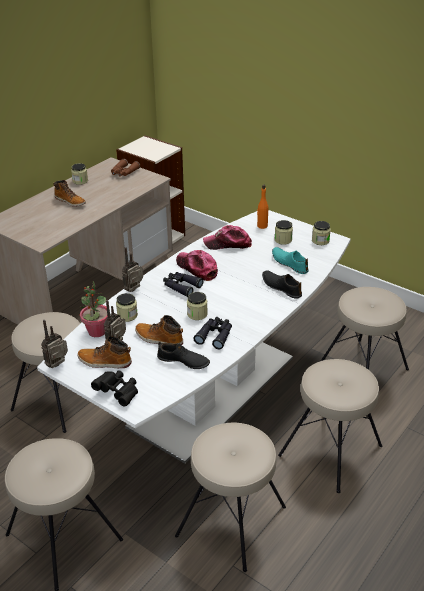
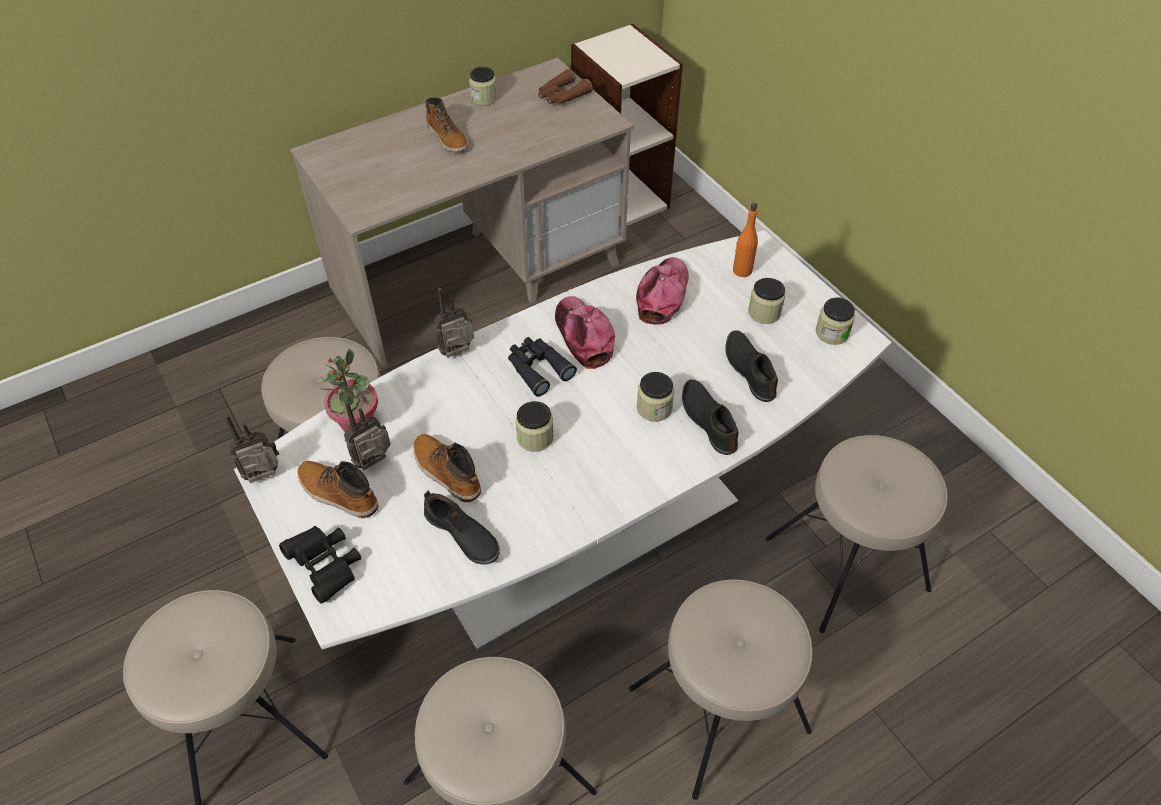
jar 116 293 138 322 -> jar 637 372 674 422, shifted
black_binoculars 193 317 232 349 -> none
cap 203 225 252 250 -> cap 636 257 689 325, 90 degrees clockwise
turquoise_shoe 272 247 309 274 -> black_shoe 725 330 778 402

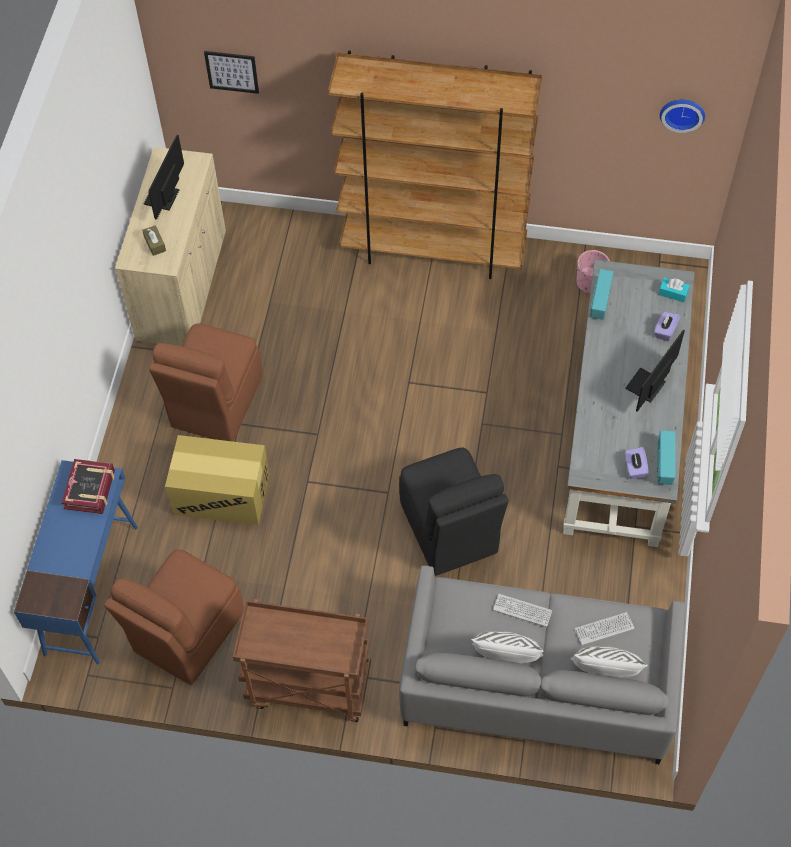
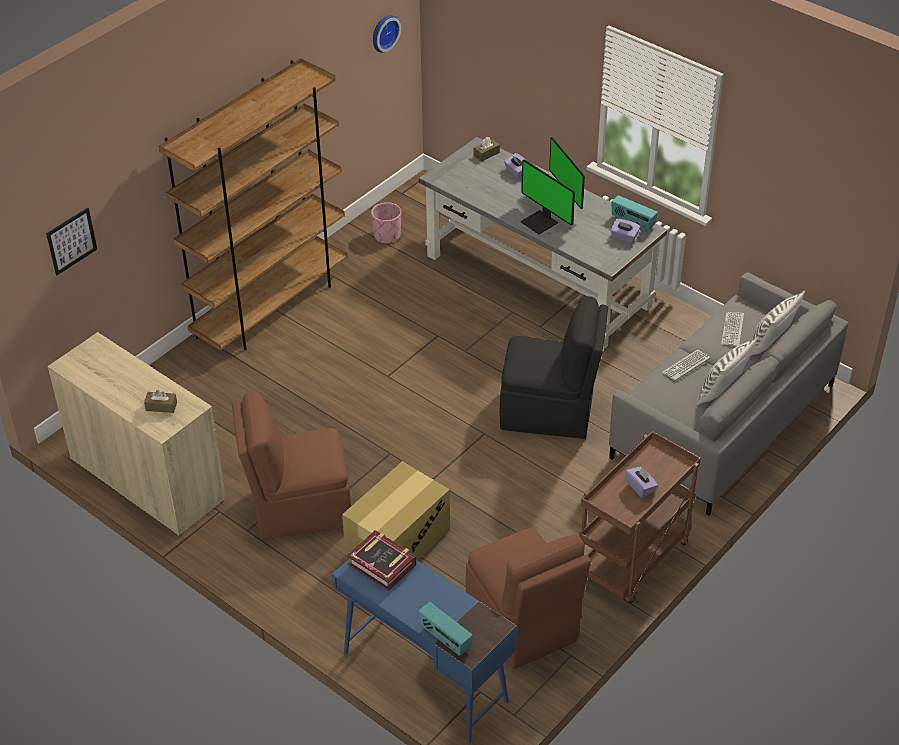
monitor 144 135 184 219 -> monitor 521 159 575 234, shifted
brown_chair 149 323 262 442 -> brown_chair 232 391 351 540, 120 degrees clockwise
radio 590 269 613 320 -> radio 418 602 473 656, shifted
turquoise_tissue_box 658 278 690 302 -> brown_tissue_box 474 137 500 162
none -> purple_tissue_box 625 466 658 498

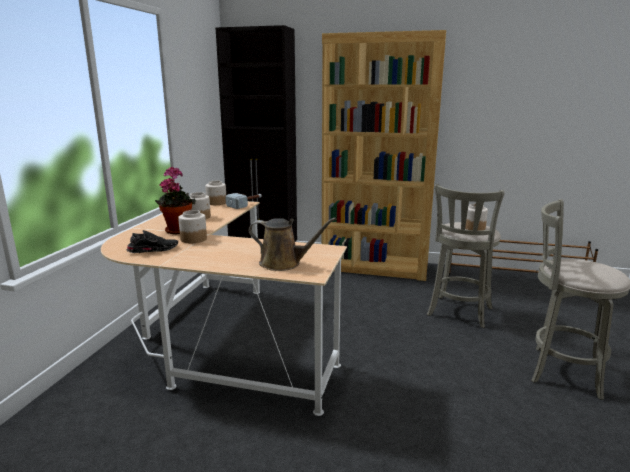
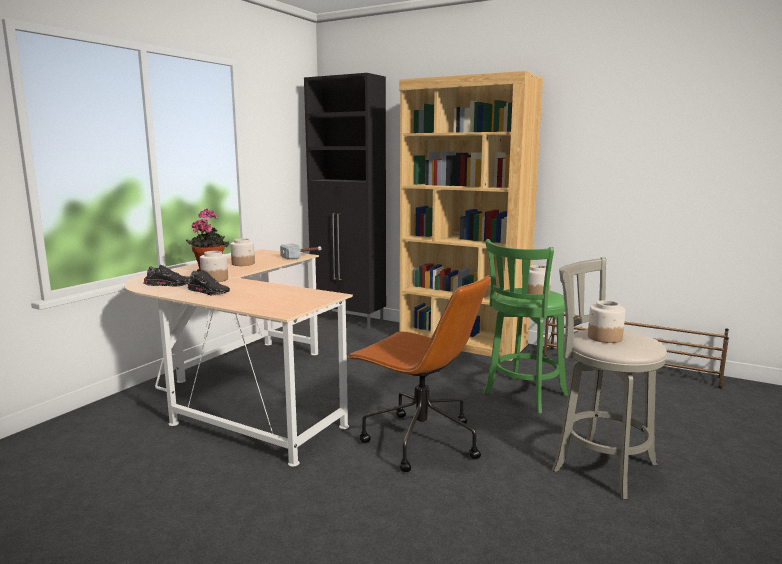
jar 205 181 226 205 -> jar 588 300 625 343, shifted
brown_watering_can 248 218 336 271 -> none
grey_stool 427 184 505 328 -> green_stool 483 239 568 413
none -> black_shoe 188 270 230 295
none -> brown_office_chair 347 275 491 472

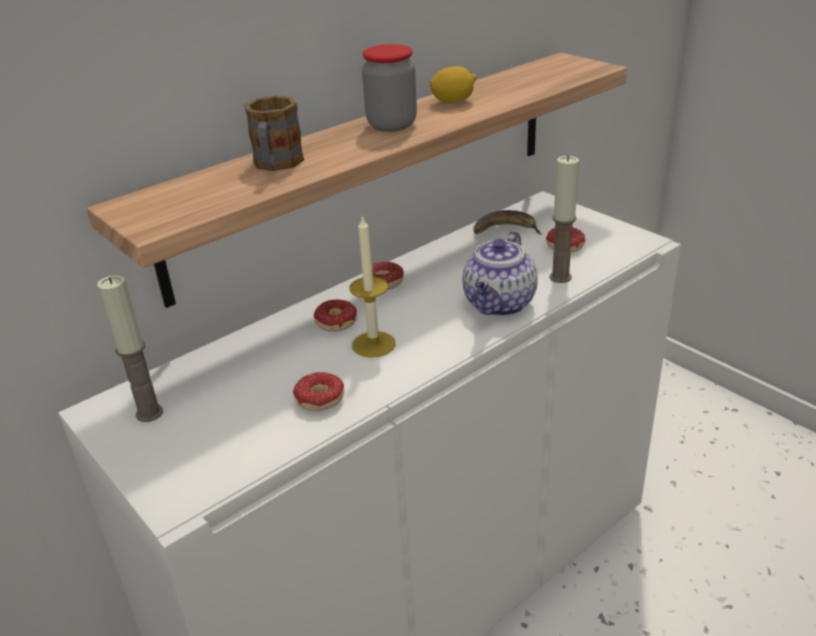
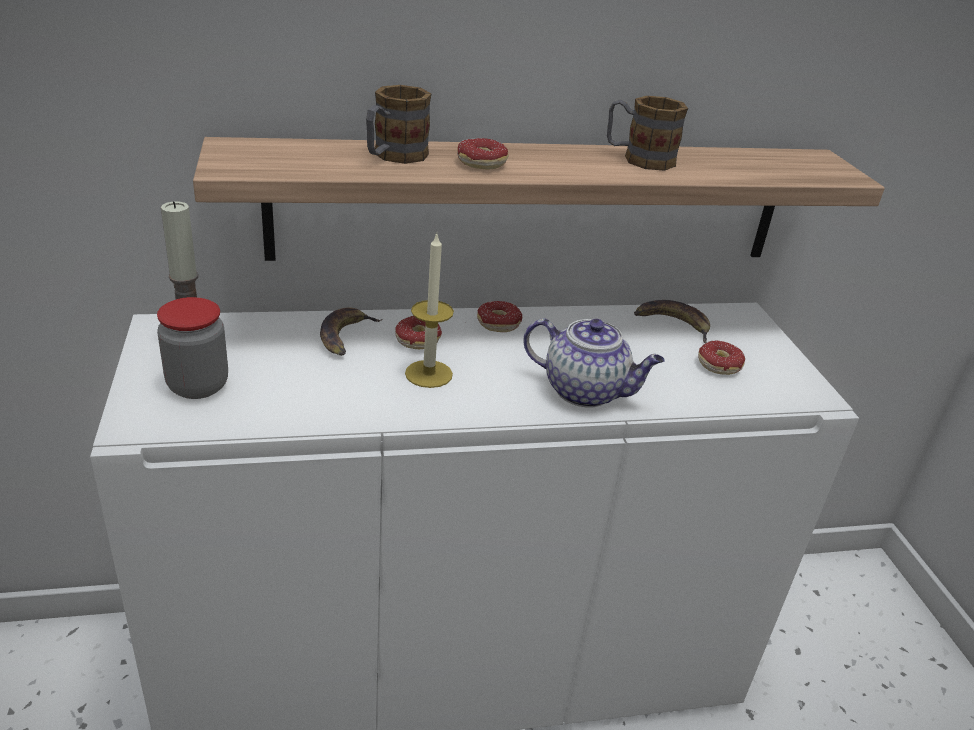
donut 293 372 344 411 -> donut 457 138 509 170, shifted
jar 362 44 417 132 -> jar 157 297 228 399, shifted
lemon 430 66 476 104 -> mug 607 96 688 171
teapot 462 231 538 316 -> teapot 523 318 665 408, 120 degrees counterclockwise
candle 550 155 579 283 -> none
none -> banana 320 307 382 356

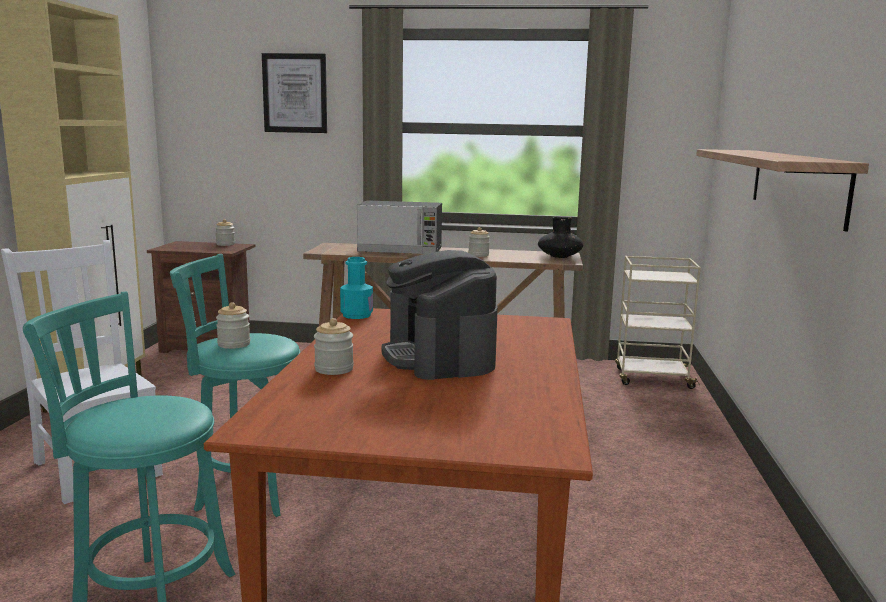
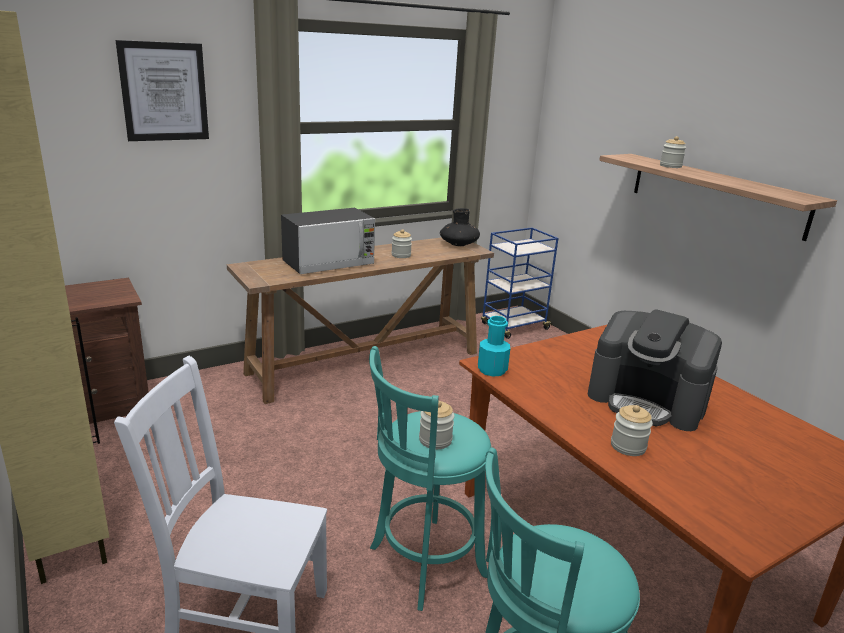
jar 215 219 235 246 -> jar 660 136 686 168, shifted
beige_cart 615 256 701 389 -> blue_cart 481 227 558 339

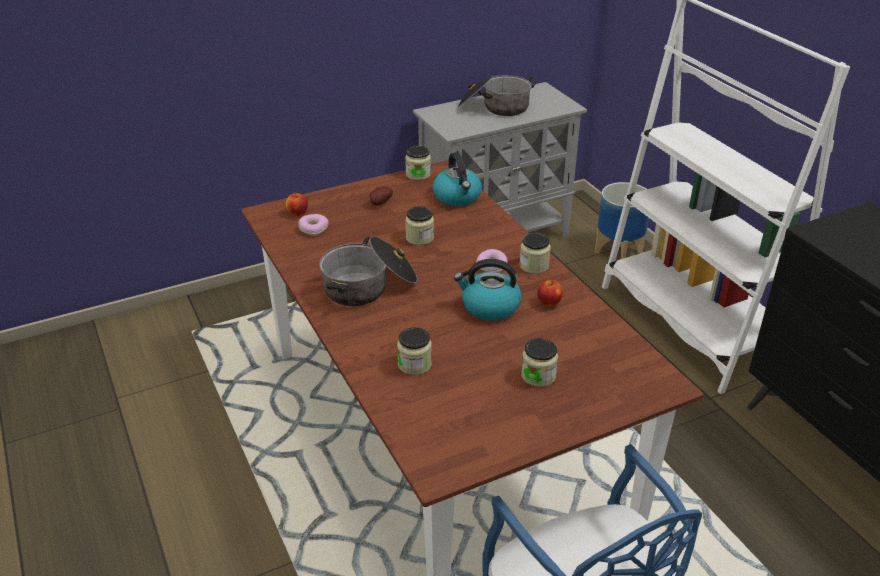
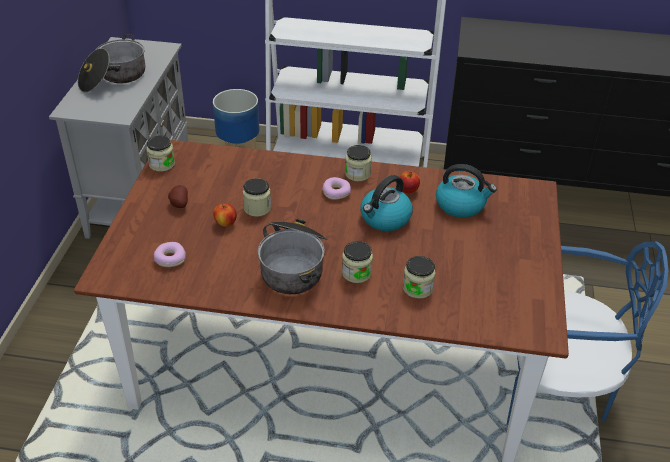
apple 286 192 308 216 -> apple 213 203 237 227, shifted
kettle 433 152 482 206 -> kettle 436 164 497 218, shifted
jar 521 338 558 387 -> jar 342 241 373 283, shifted

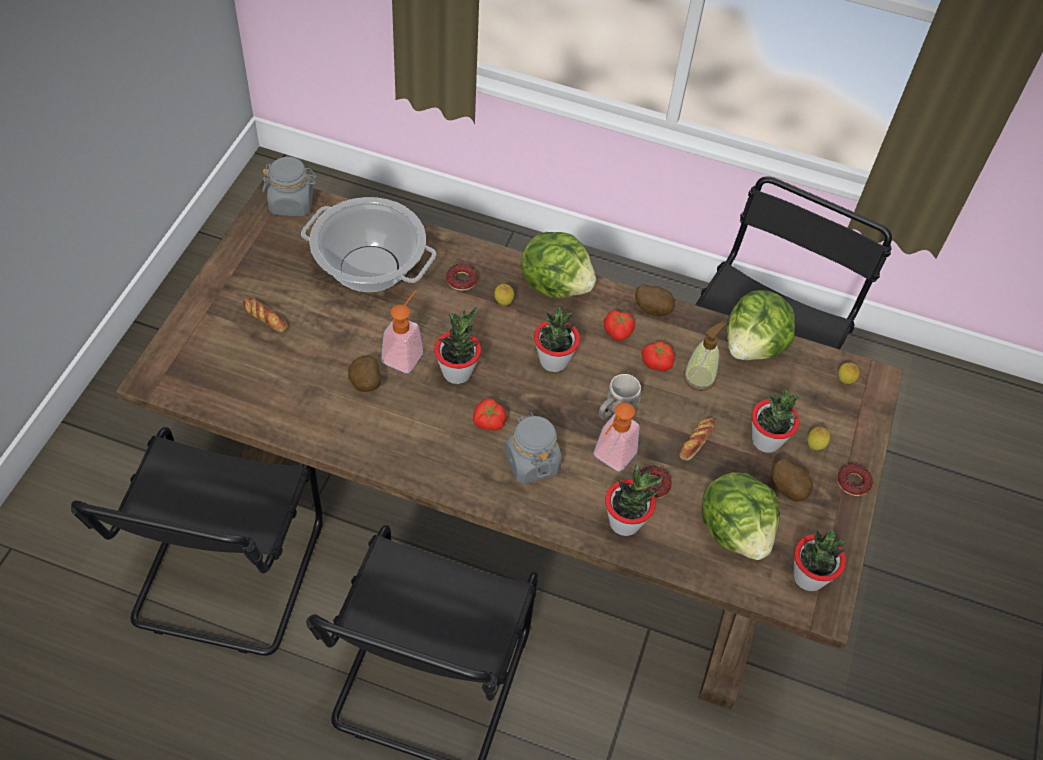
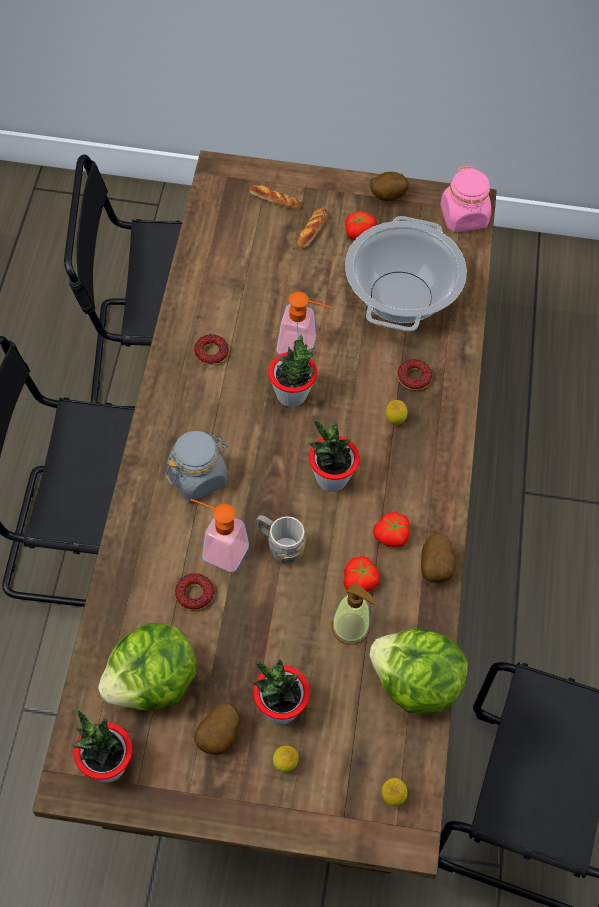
grey_jar 262 157 317 216 -> pink_jar 440 166 491 232
potato 348 355 381 392 -> potato 370 172 409 201, shifted
tomato 473 398 507 431 -> tomato 345 211 377 240, shifted
lettuce 521 232 596 298 -> none
potted_plant 605 464 663 536 -> none
bread 679 417 716 461 -> bread 250 185 300 210, shifted
donut 837 464 873 496 -> donut 194 334 229 365, shifted

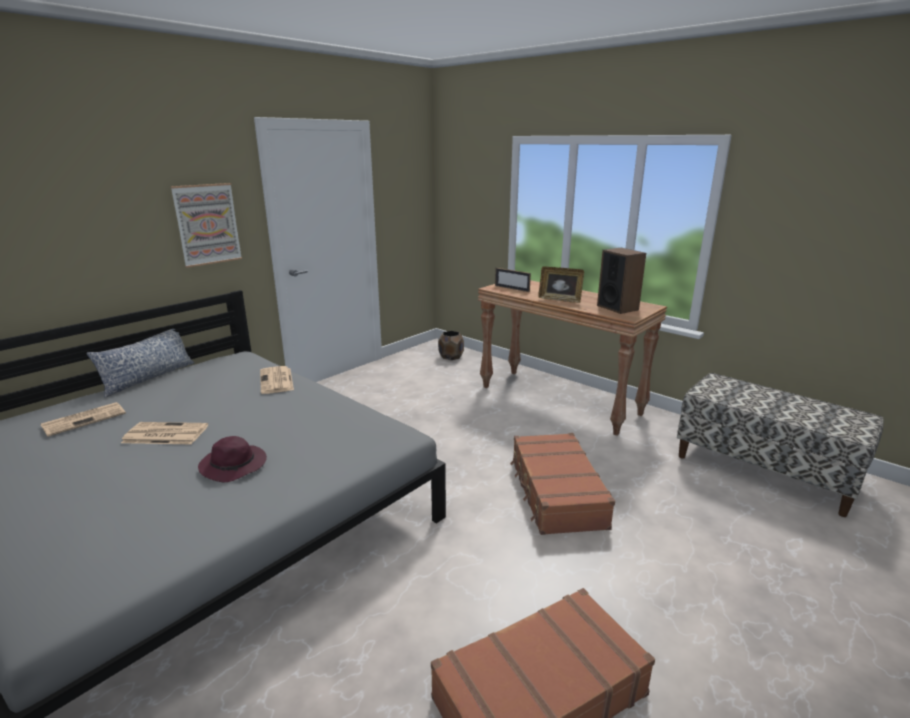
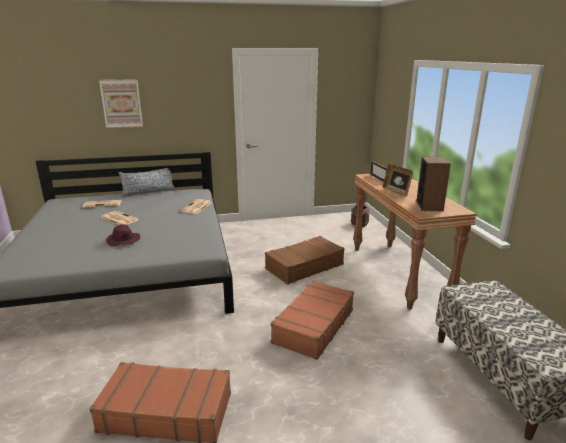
picture 170 183 242 268 -> picture 99 79 143 128, shifted
none -> brown_suitcase 265 236 345 285

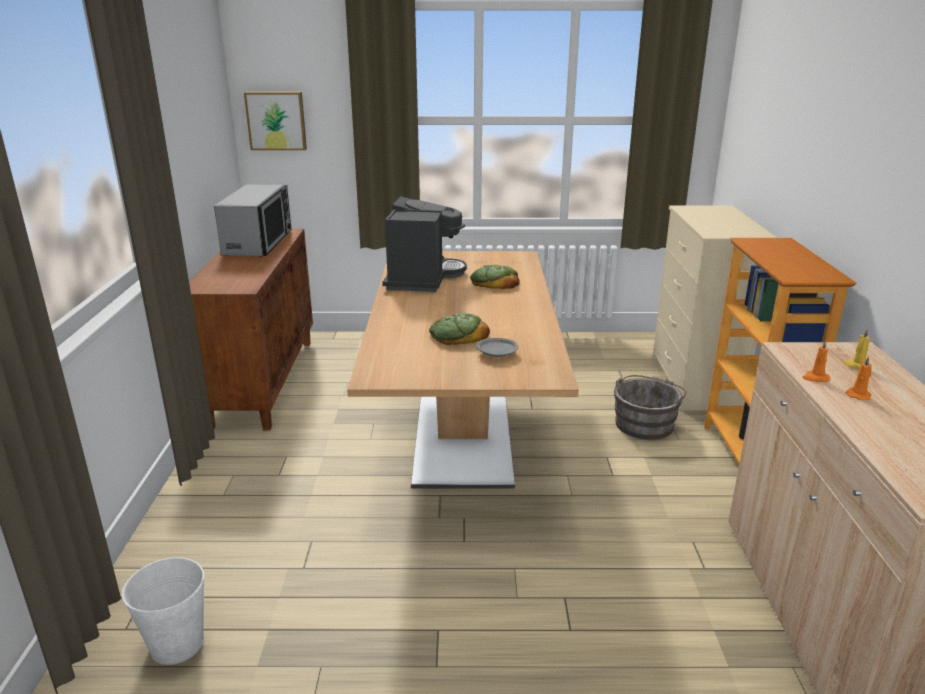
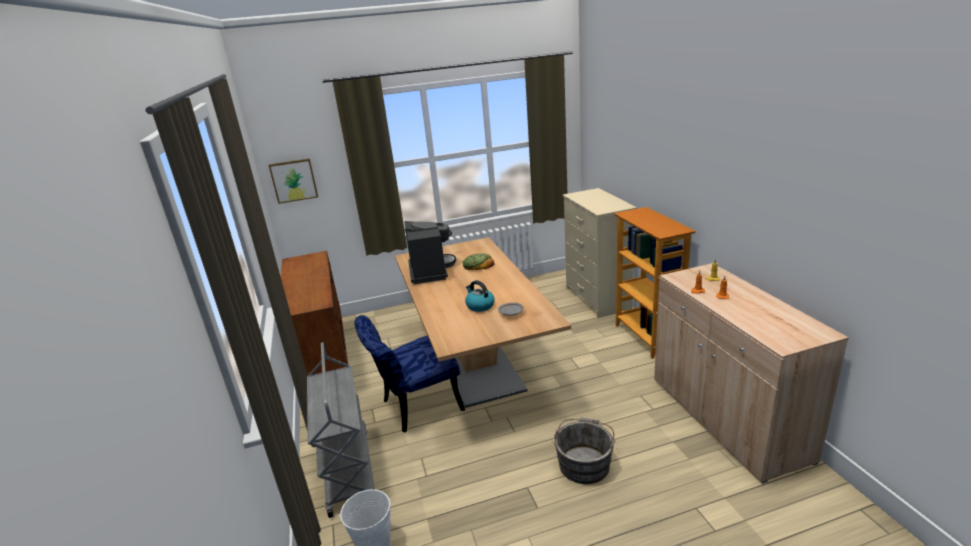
microwave 214 184 292 257 -> none
bread 429 312 490 345 -> kettle 465 280 495 312
grey_bucket 614 375 686 440 -> grey_bucket 554 418 615 484, shifted
none -> grey_cart 307 342 375 518
none -> blue_chair 355 315 465 432

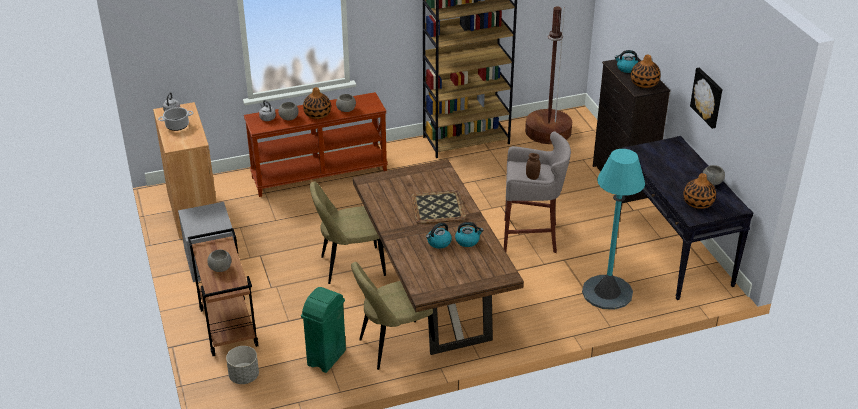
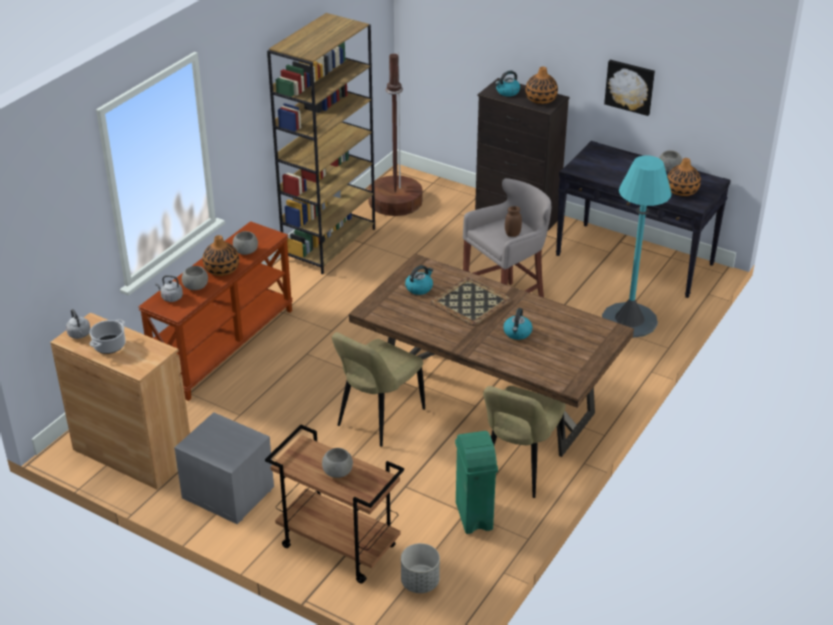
kettle 455 222 484 247 -> kettle 405 265 433 295, shifted

